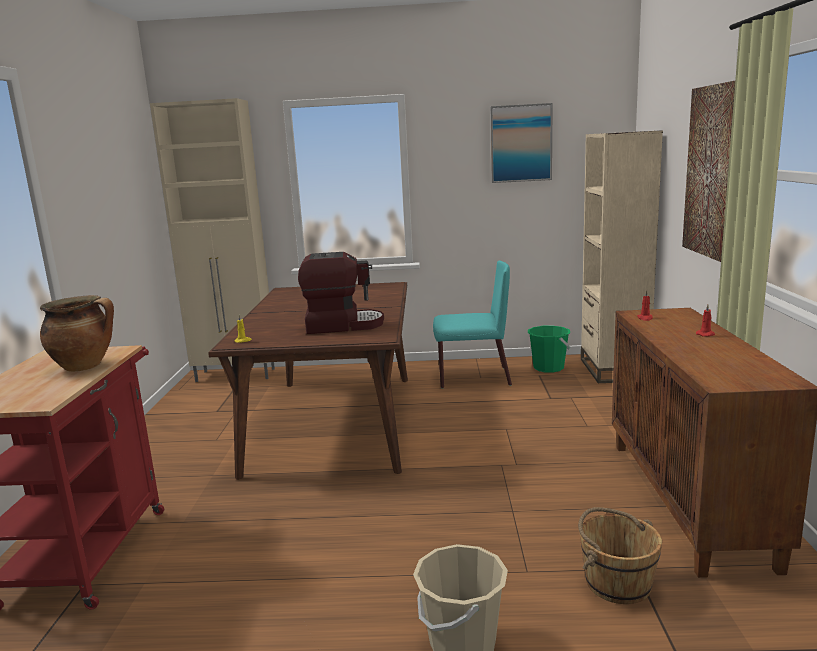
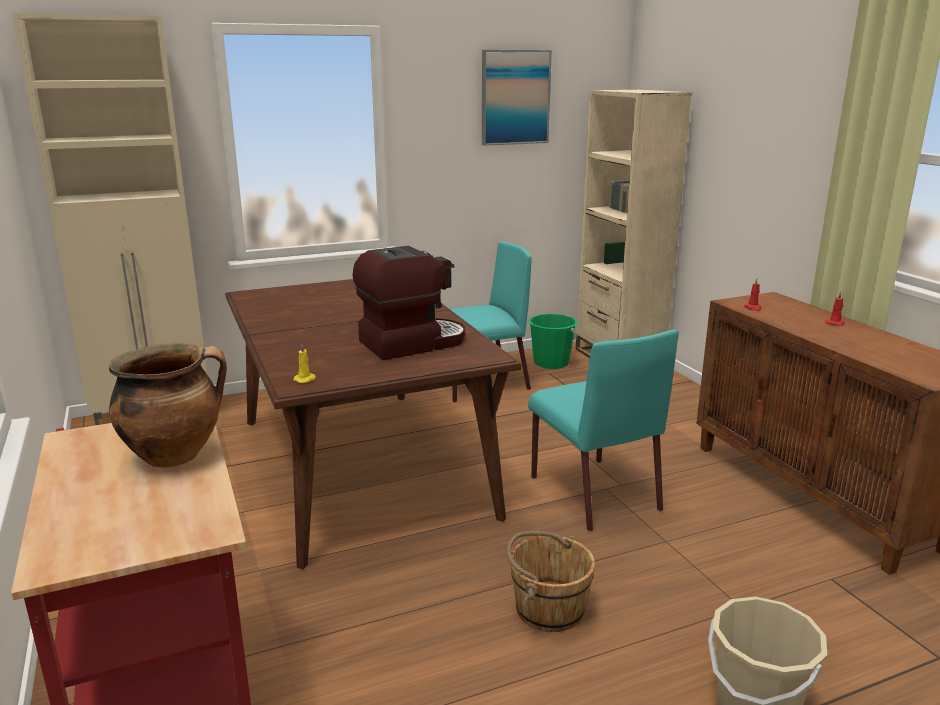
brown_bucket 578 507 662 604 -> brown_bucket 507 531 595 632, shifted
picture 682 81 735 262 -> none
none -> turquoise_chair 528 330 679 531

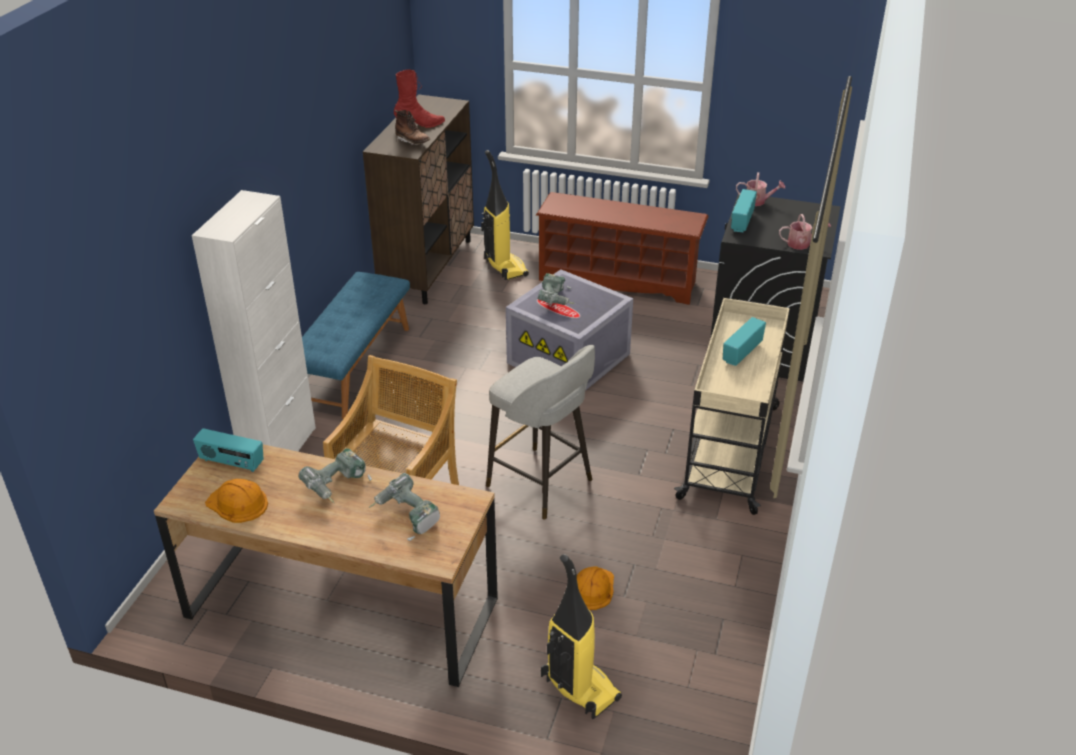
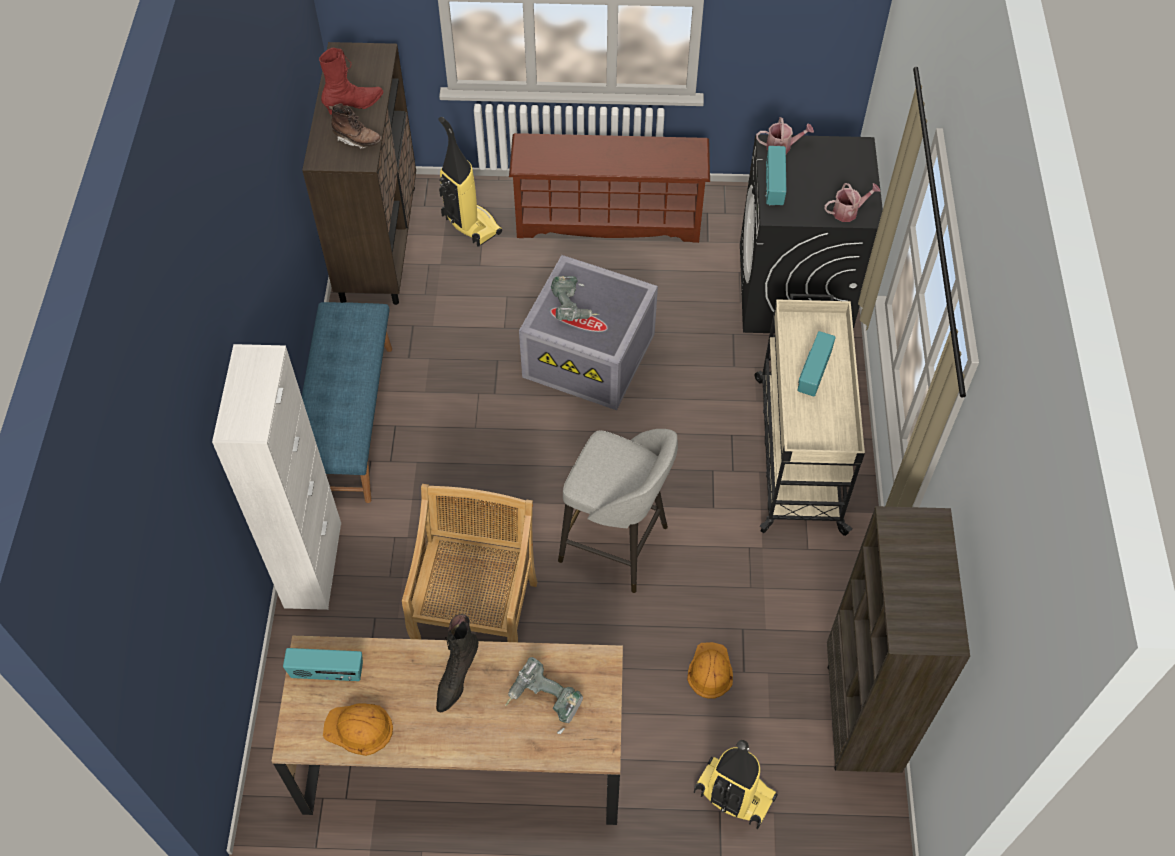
power_drill 299 448 372 503 -> black_boot 436 614 478 712
none -> brown_bookcase 827 506 970 773

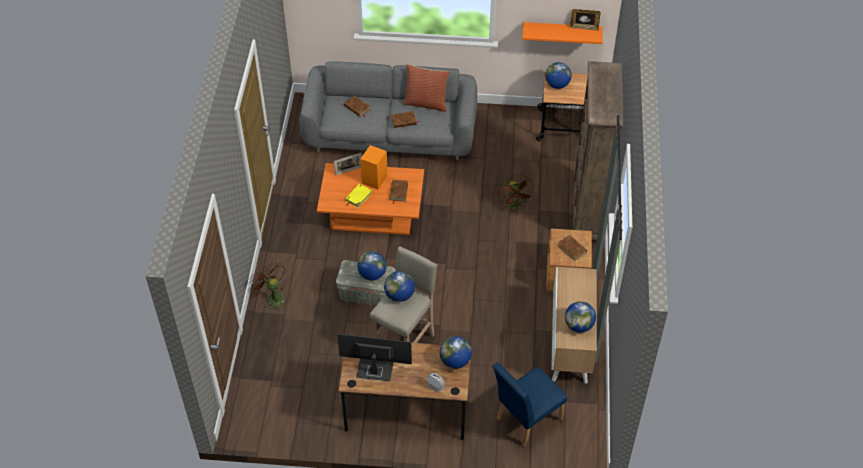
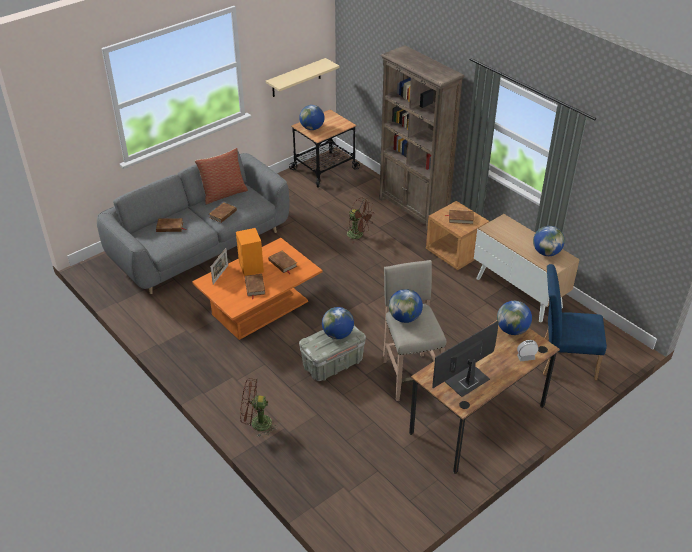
yellow_book 345 184 372 208 -> brown_book 245 274 265 299
blue_chair 493 362 567 447 -> blue_chair 543 264 607 380, 90 degrees clockwise
orange_shelf 522 22 603 44 -> beige_shelf 266 58 340 97
picture_frame 570 9 601 31 -> none

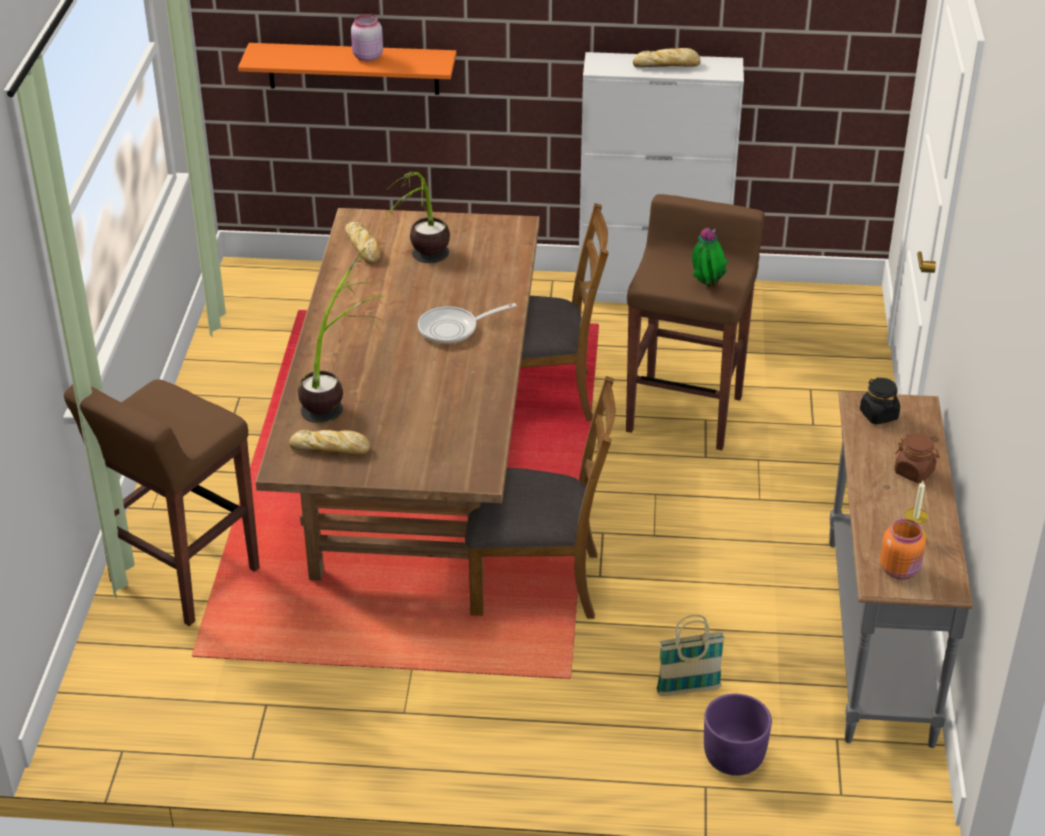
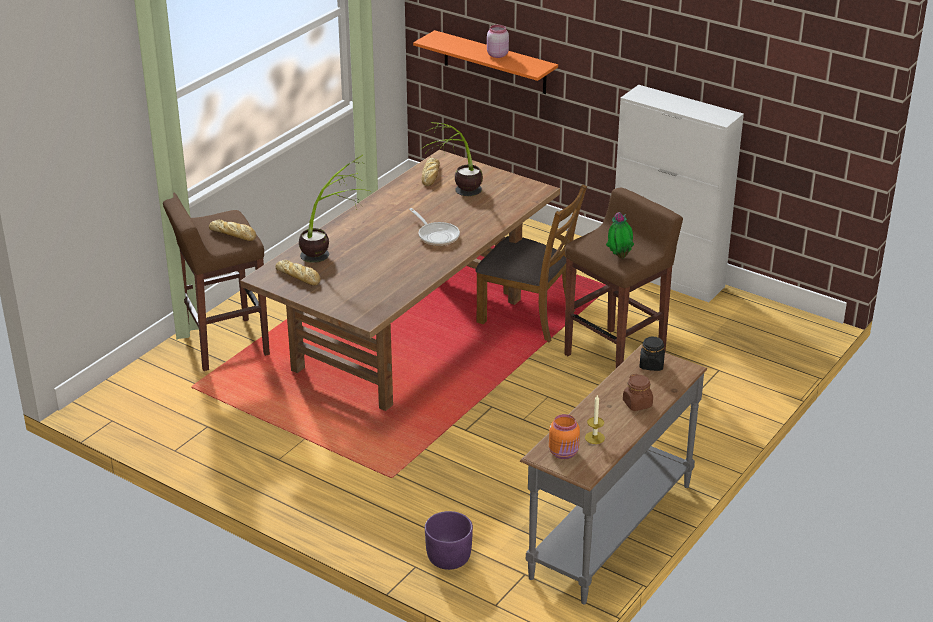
frying_pan 418 303 517 344 -> frying_pan 409 208 460 246, 135 degrees counterclockwise
brown_chair 465 376 615 619 -> none
bread 633 48 701 67 -> bread 209 219 256 241, shifted
basket 656 615 725 696 -> none

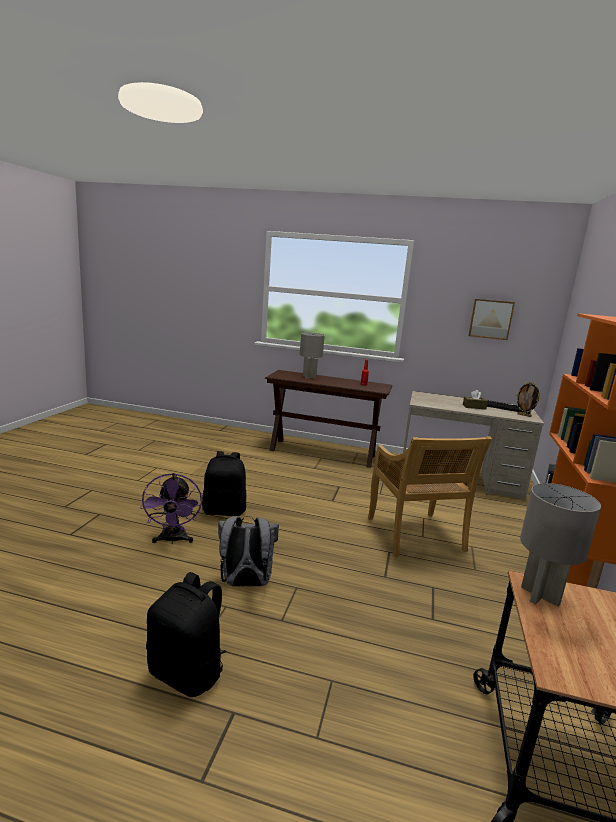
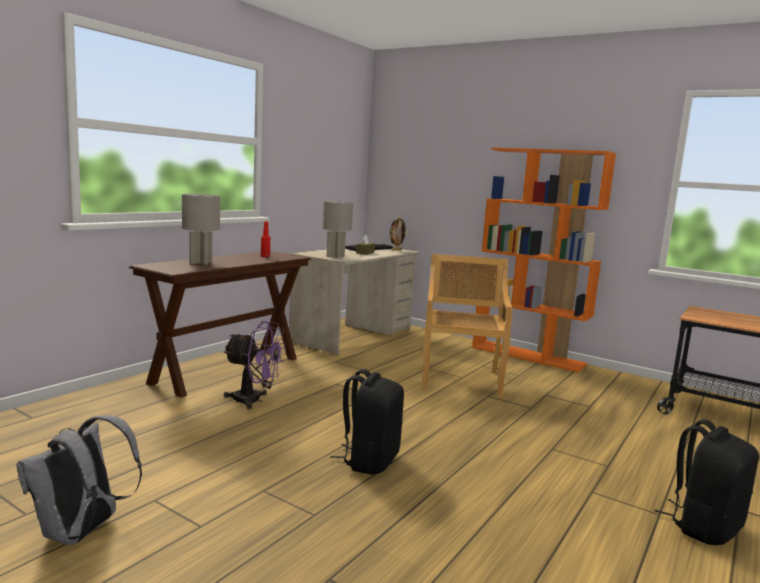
purple_fan 140 473 202 544 -> purple_fan 224 321 285 409, shifted
grey_backpack 218 516 279 587 -> grey_backpack 17 415 142 545, shifted
beige_chair 368 437 492 557 -> beige_chair 422 253 513 397, 90 degrees counterclockwise
picture 468 299 515 340 -> none
grey_table_lamp 520 483 601 607 -> grey_table_lamp 322 201 353 258, shifted

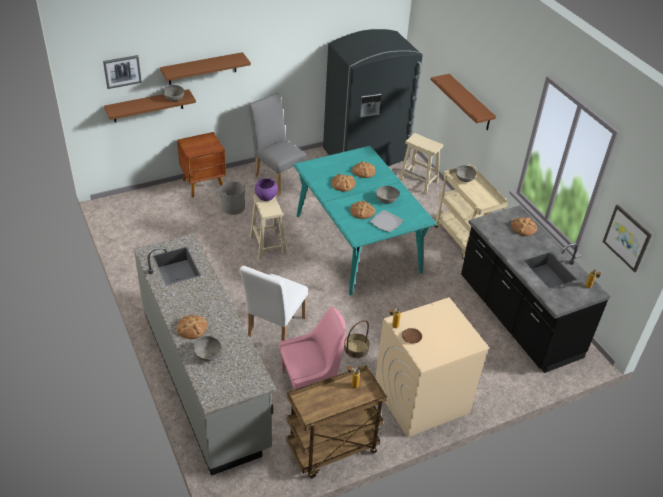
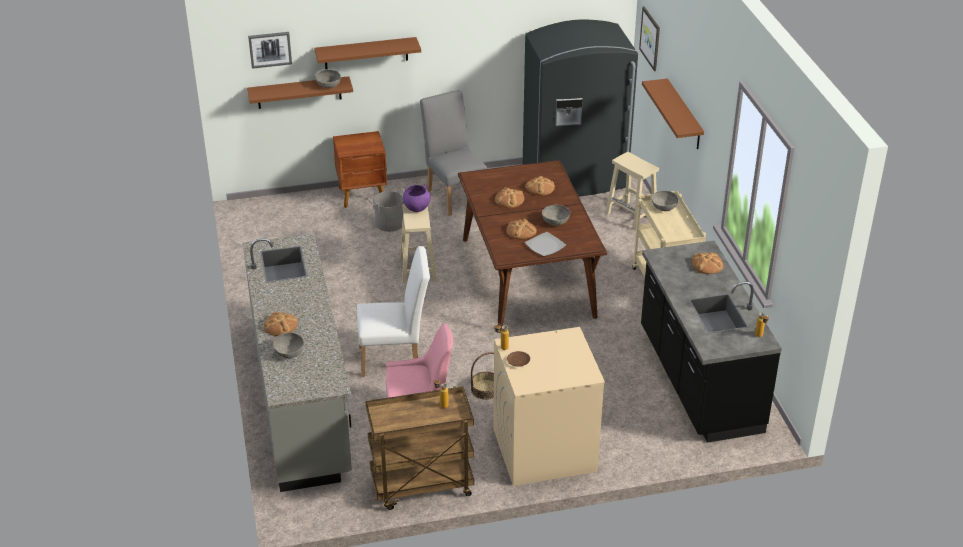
white_chair 240 265 308 341 -> white_chair 356 246 430 377, 135 degrees counterclockwise
turquoise_dining_table 293 146 437 295 -> brown_dining_table 458 160 607 333
picture 603 204 652 272 -> picture 639 6 660 71, shifted

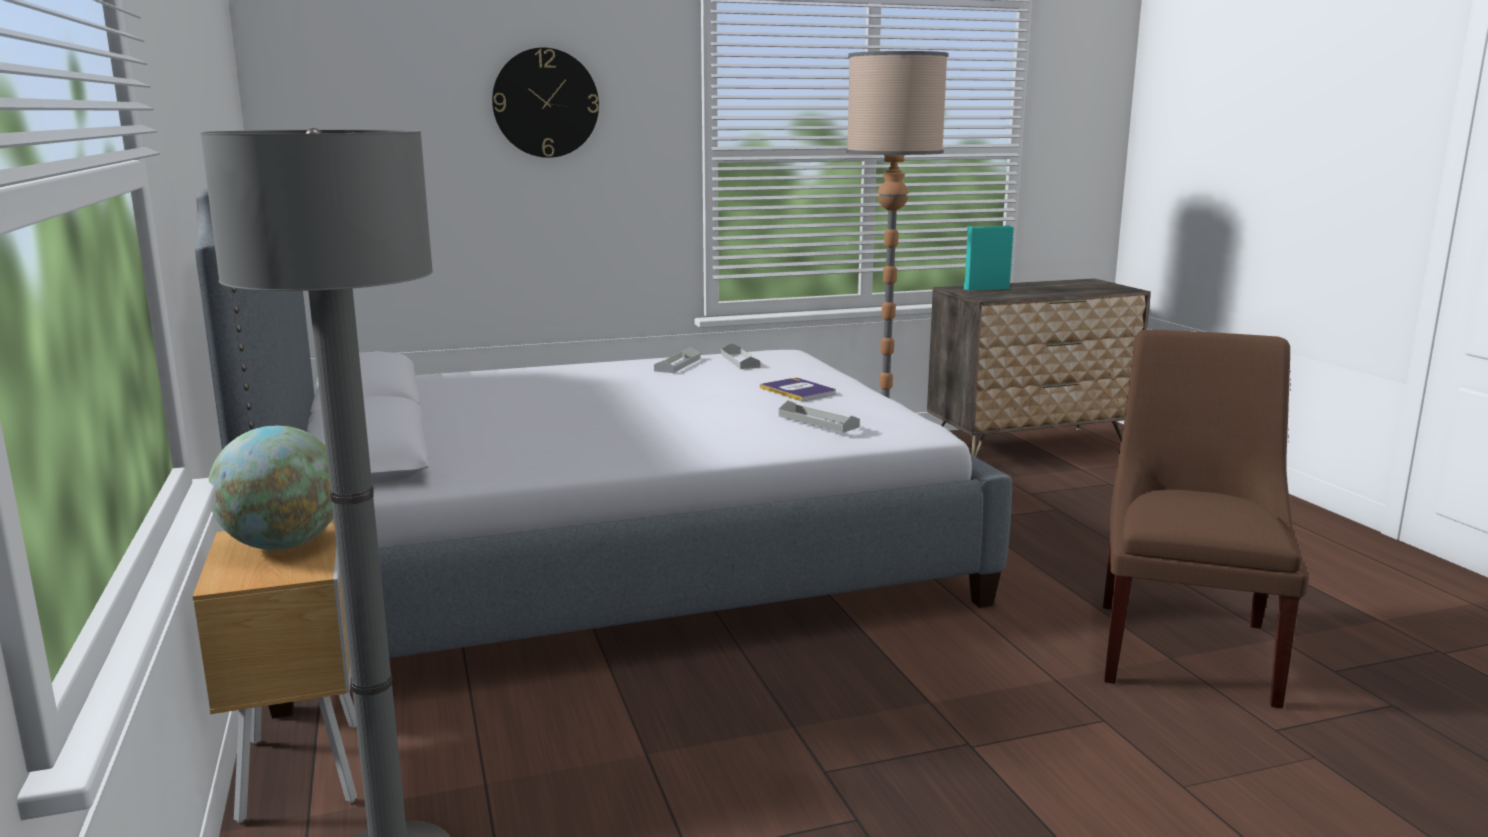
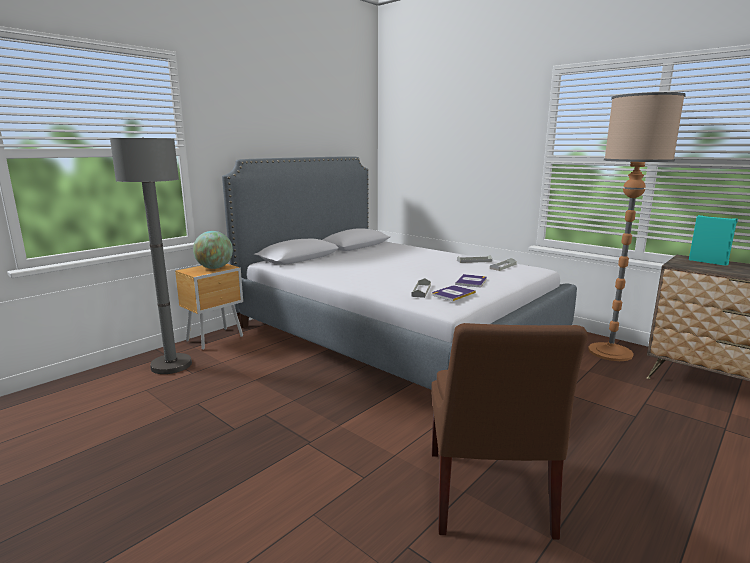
wall_clock 492 47 599 158 -> none
brown_chair 1103 329 1309 708 -> brown_chair 431 323 588 540, 105 degrees clockwise
none -> book 432 286 476 301

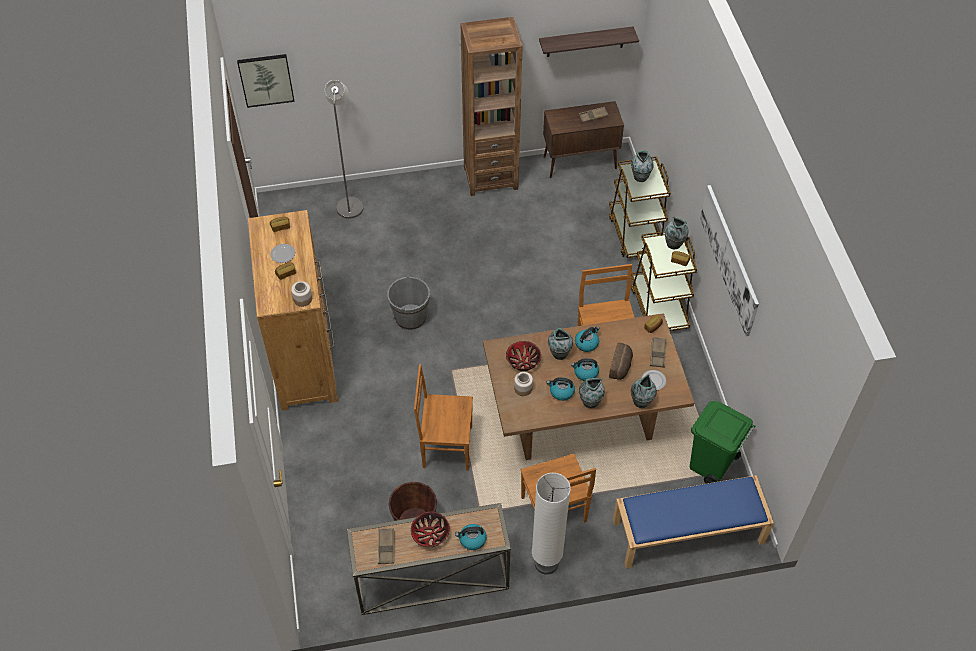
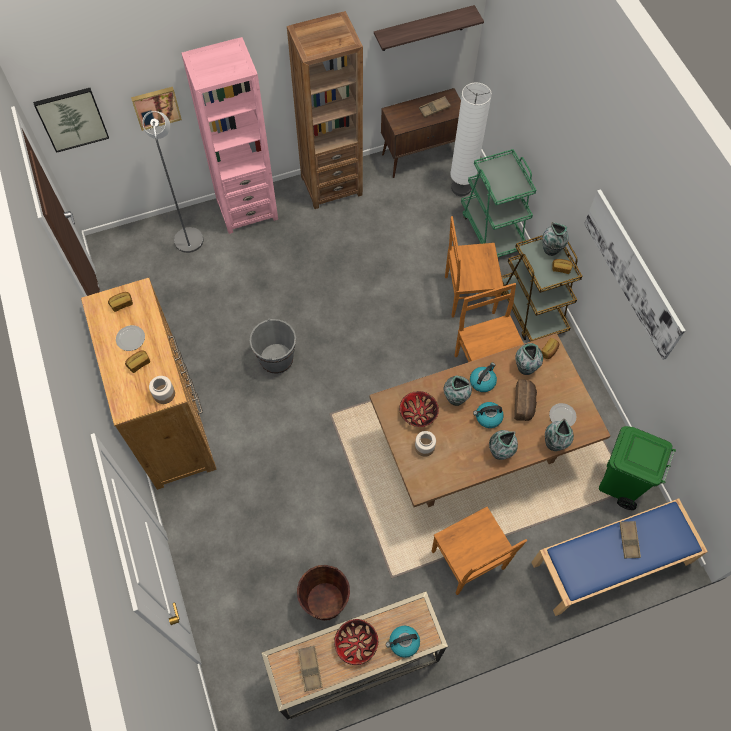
brown_chair 414 364 473 470 -> brown_chair 445 216 503 318, shifted
white_floor_lamp 532 473 571 575 -> white_floor_lamp 450 82 492 196, shifted
kettle 546 377 575 401 -> none
brown_cart 609 156 670 258 -> green_cart 461 149 536 257
vase 631 151 654 182 -> vase 515 343 543 375, shifted
brown_tray 650 337 666 368 -> brown_tray 619 521 641 559, shifted
none -> picture 131 87 182 131
none -> pink_bookcase 181 37 278 234

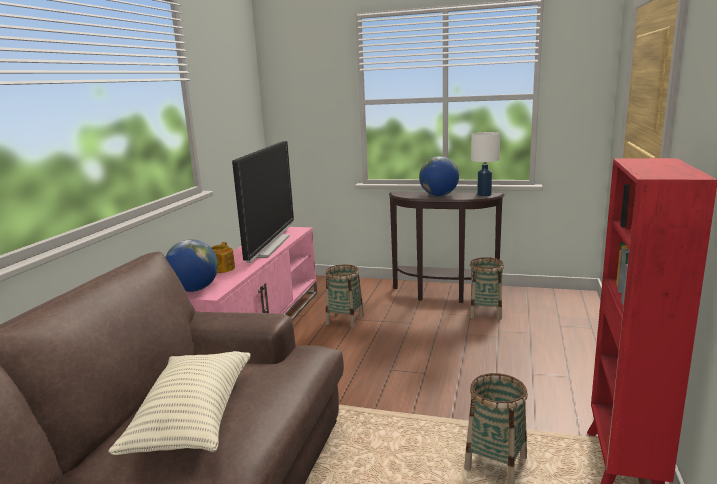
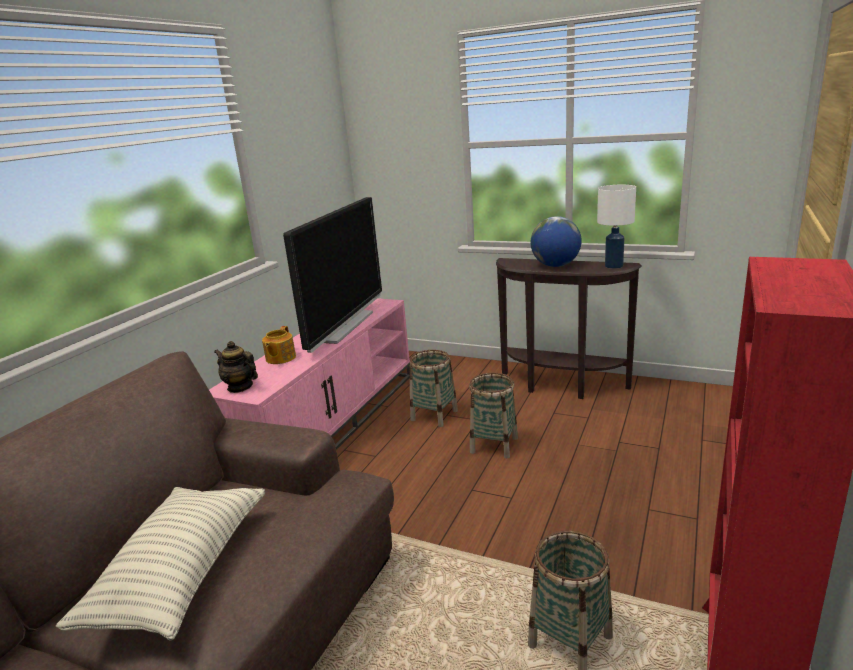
globe 165 240 218 292 -> teapot 214 341 258 393
basket 470 257 504 320 -> basket 469 373 518 459, shifted

